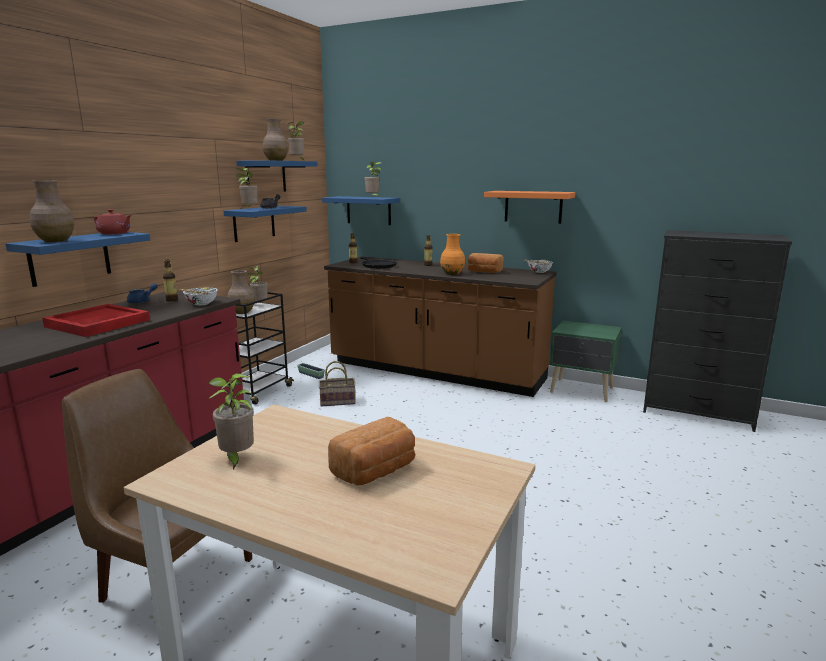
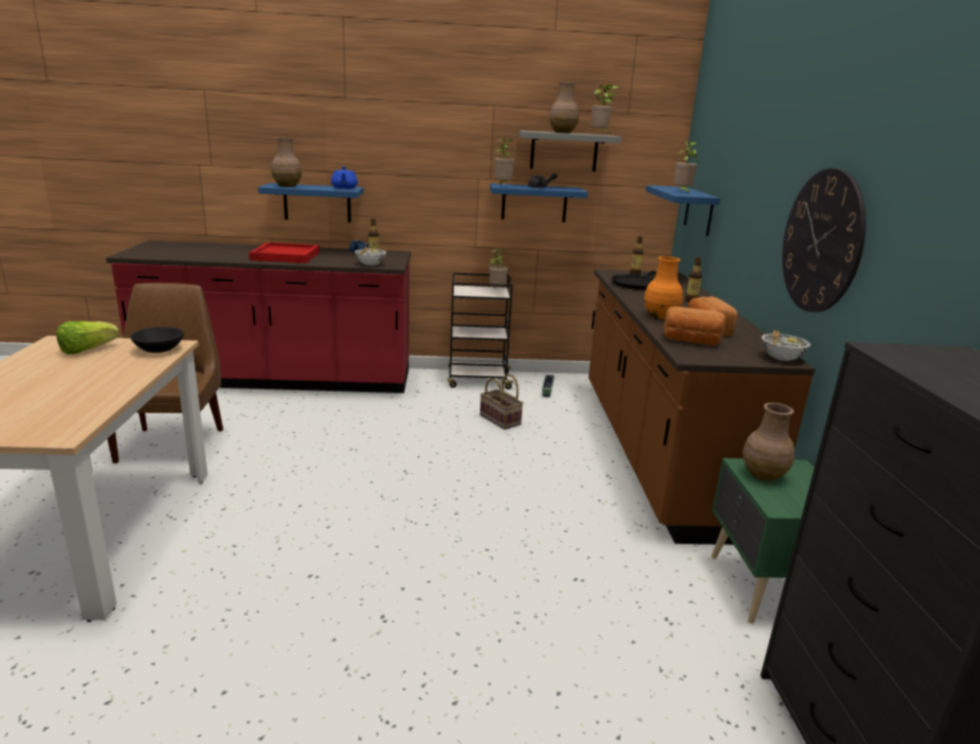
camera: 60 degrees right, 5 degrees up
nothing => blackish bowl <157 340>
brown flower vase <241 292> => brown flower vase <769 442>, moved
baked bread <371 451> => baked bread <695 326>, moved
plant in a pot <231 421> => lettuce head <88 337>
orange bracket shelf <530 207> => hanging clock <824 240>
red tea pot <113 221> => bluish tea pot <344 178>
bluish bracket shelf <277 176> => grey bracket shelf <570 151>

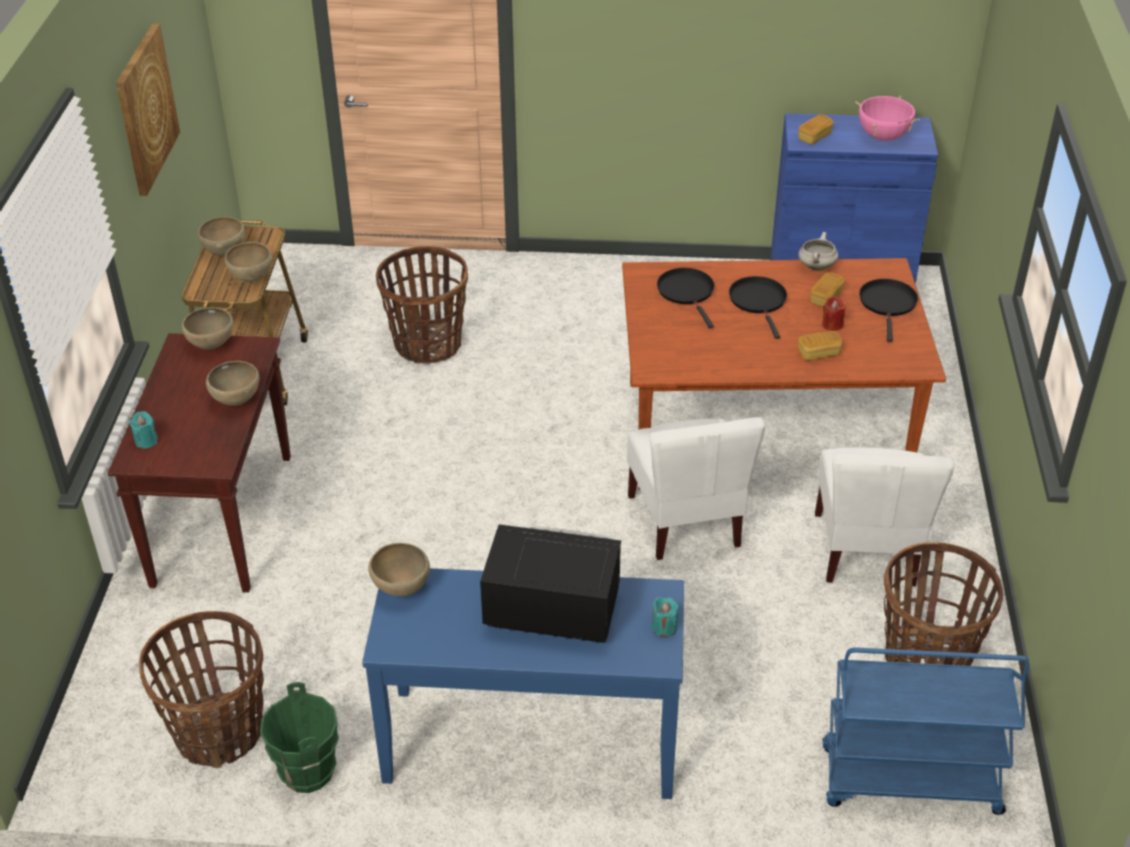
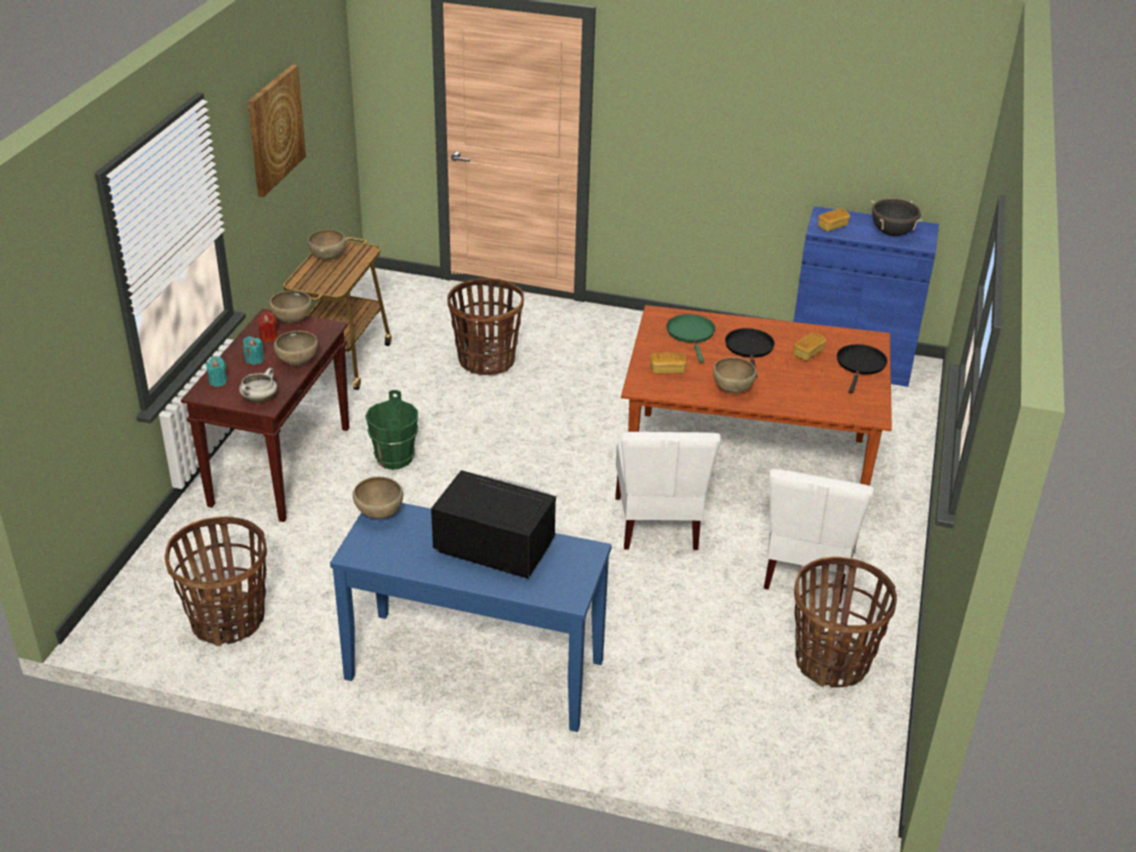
camera: 10 degrees right, 5 degrees down
bluish trolley <926 731> => nothing
brown bowl <248 262> => brown bowl <735 375>, moved
green-coloured water bucket <299 737> => green-coloured water bucket <391 430>, moved
turquoise candle <665 617> => turquoise candle <253 350>, moved
white-coloured cooking pot <818 251> => white-coloured cooking pot <258 385>, moved
baked bread <820 345> => baked bread <669 363>, moved
red candle <833 314> => red candle <268 327>, moved
blackish frying pan <685 298> => green-coloured frying pan <690 338>
pinkish cooking pot <887 118> => blackish cooking pot <897 217>

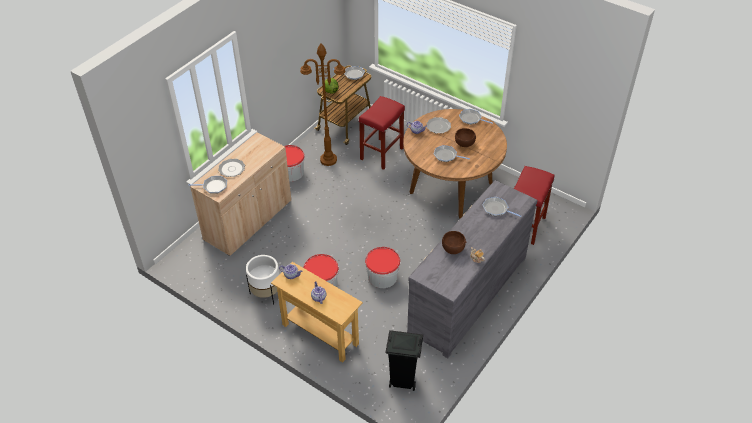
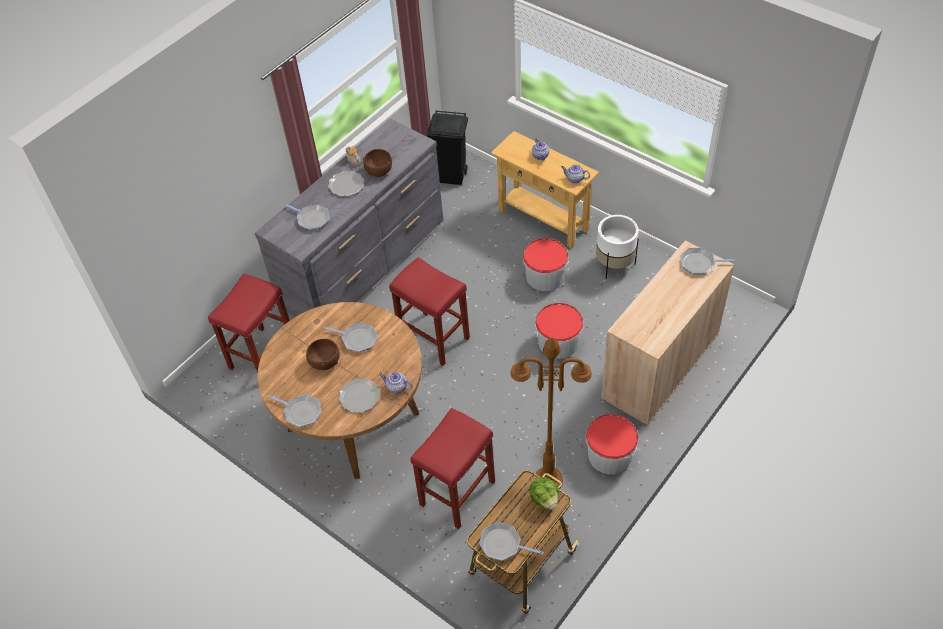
camera: 175 degrees left, 5 degrees up
nothing => red stool seat <429 311>
dinner plate <231 168> => dinner plate <346 183>, moved
water bucket <382 267> => water bucket <559 331>, moved

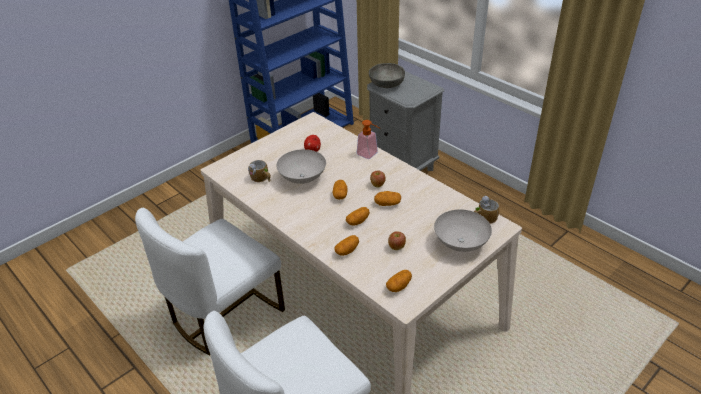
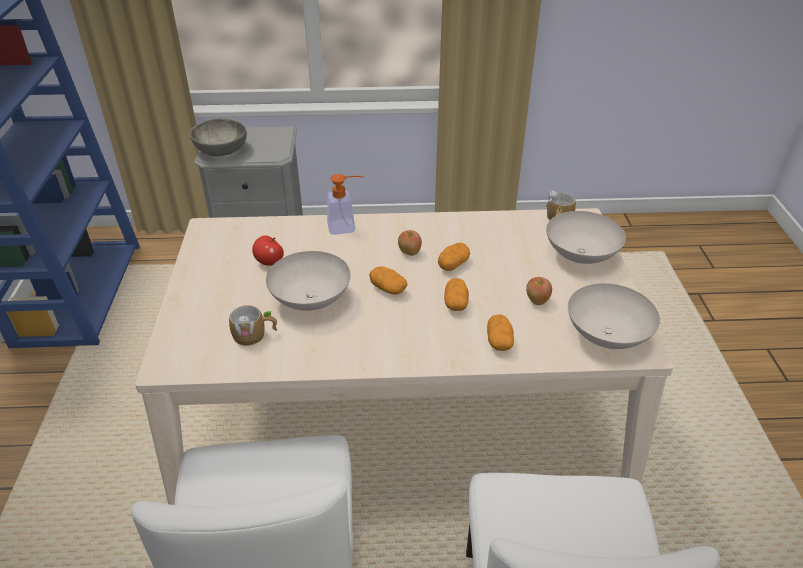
camera: 50 degrees left, 0 degrees up
potato <399 281> => white-coloured bowl <614 316>

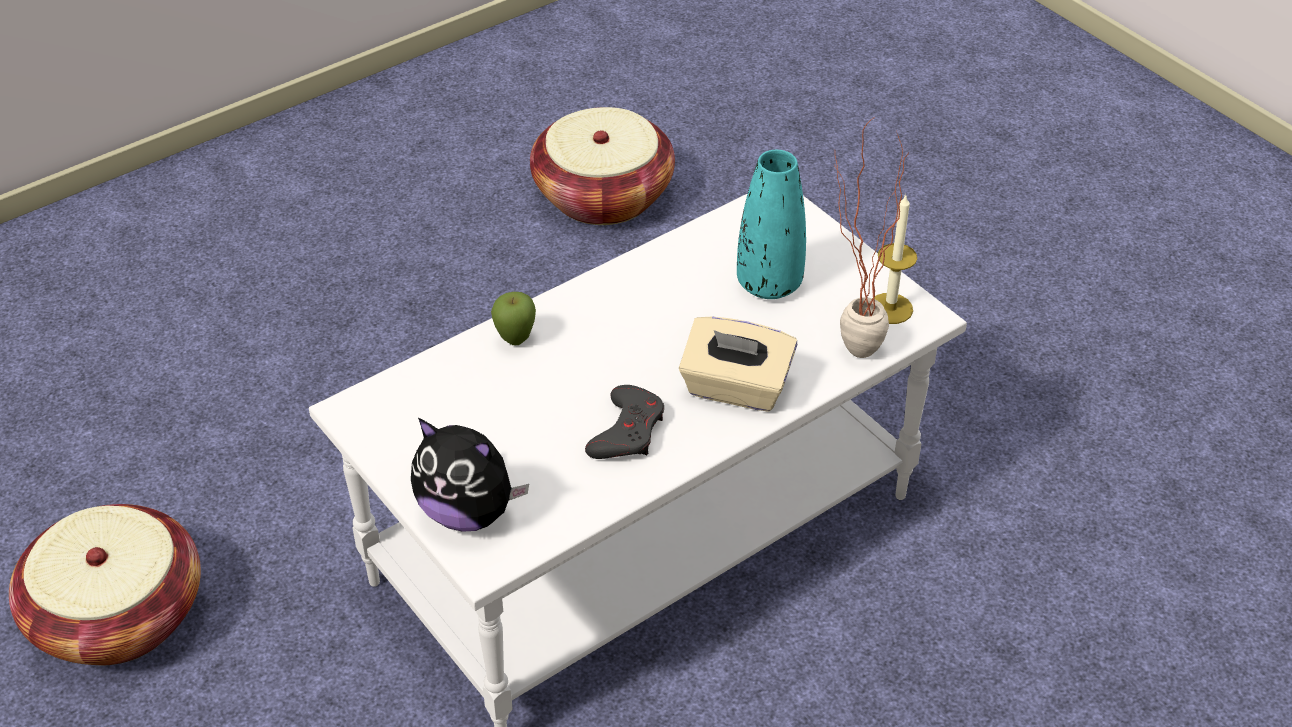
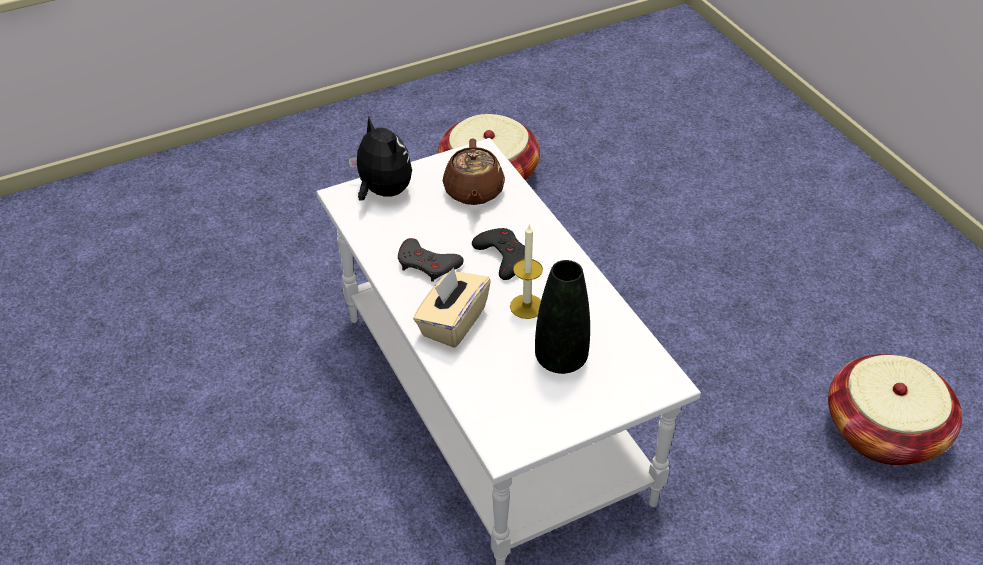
camera: 100 degrees right, 0 degrees up
whole apple <513 319> => nothing
plant in a pot <871 237> => nothing
nothing => brown tea pot <474 171>
nothing => blackish game controller <498 254>
candle <895 259> => candle <526 271>, moved
turquoise flower vase <771 224> => blackish flower vase <562 317>
cuddly toy <470 475> => cuddly toy <380 158>, 105 degrees clockwise

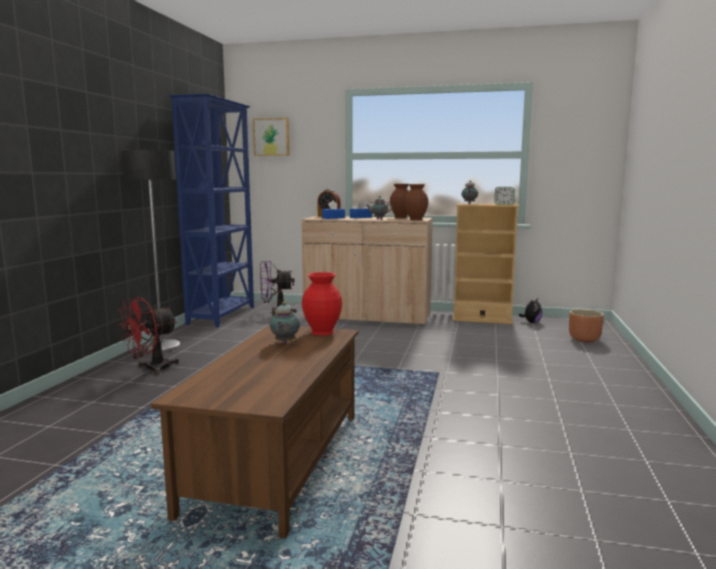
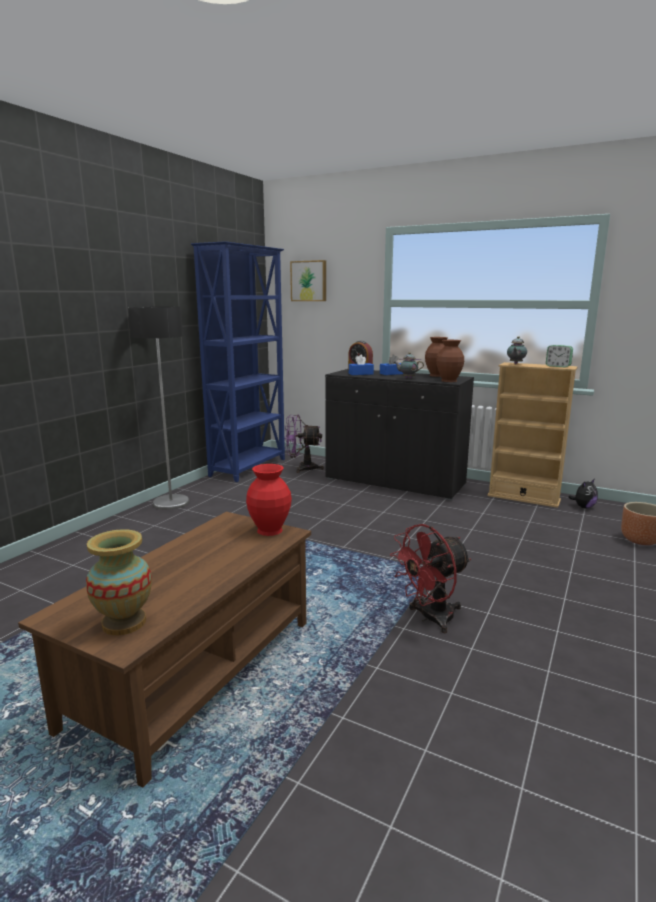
camera: 15 degrees right, 5 degrees up
tea pot <285 322> => nothing
nothing => flower vase <119 582>
red fan <148 336> => red fan <430 579>, moved
sand-coloured cabinet <367 271> => blackish cabinet <399 434>

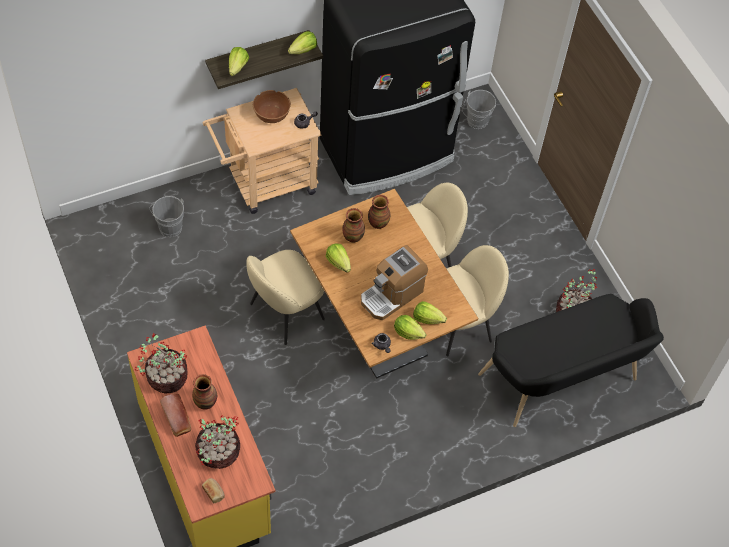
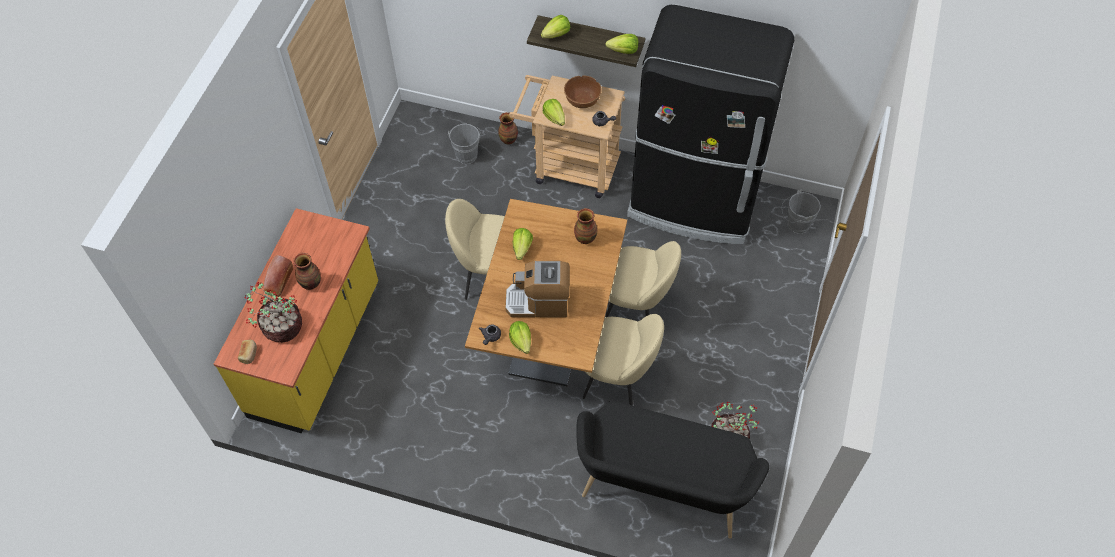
camera: 45 degrees right, 0 degrees up
plant in a pot <161 363> => nothing
flower vase <353 225> => flower vase <508 128>, moved
lettuce head <430 312> => lettuce head <554 112>, moved

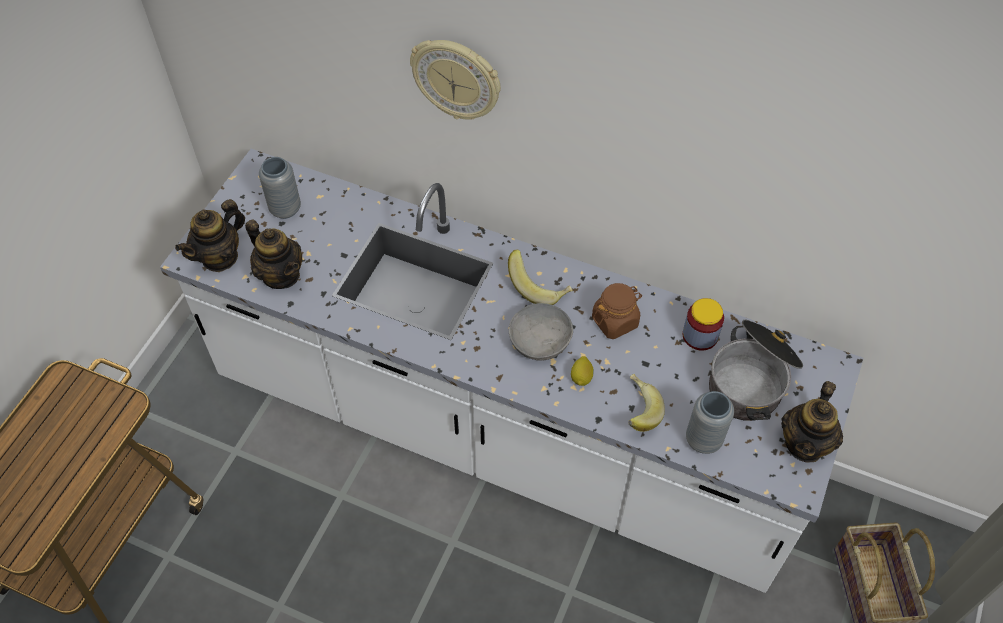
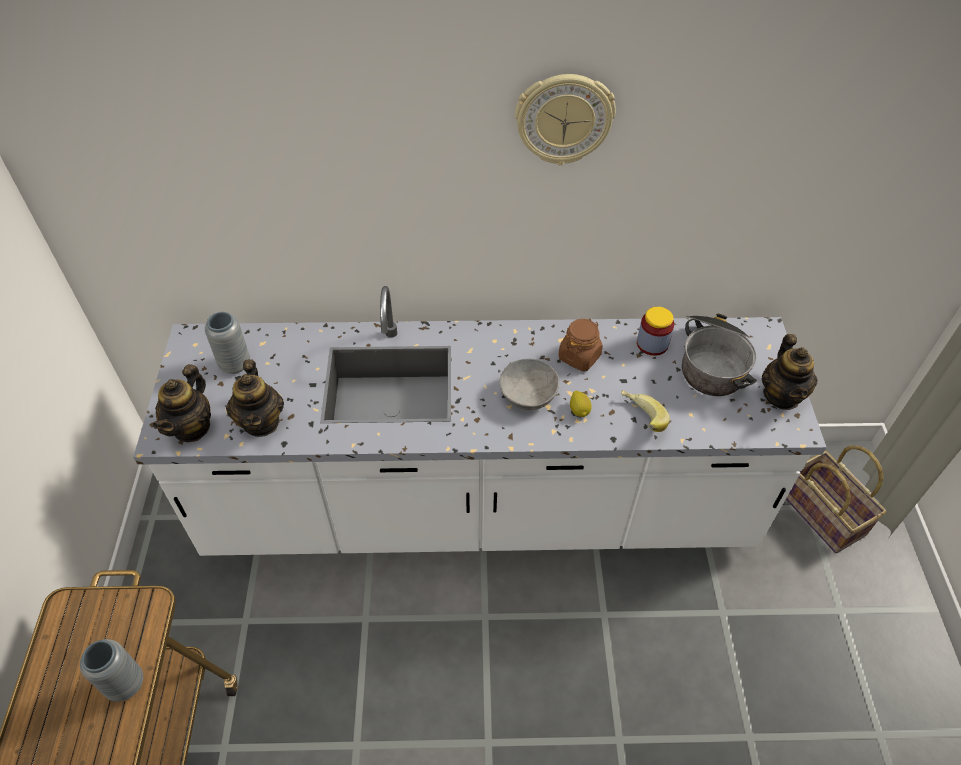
camera: 25 degrees left, 5 degrees down
banana fruit <540 277> => nothing
hanging clock <455 80> => hanging clock <565 120>, moved
grey flower vase <710 422> => grey flower vase <111 670>, moved
tea pot <273 254> => tea pot <255 398>, 60 degrees clockwise

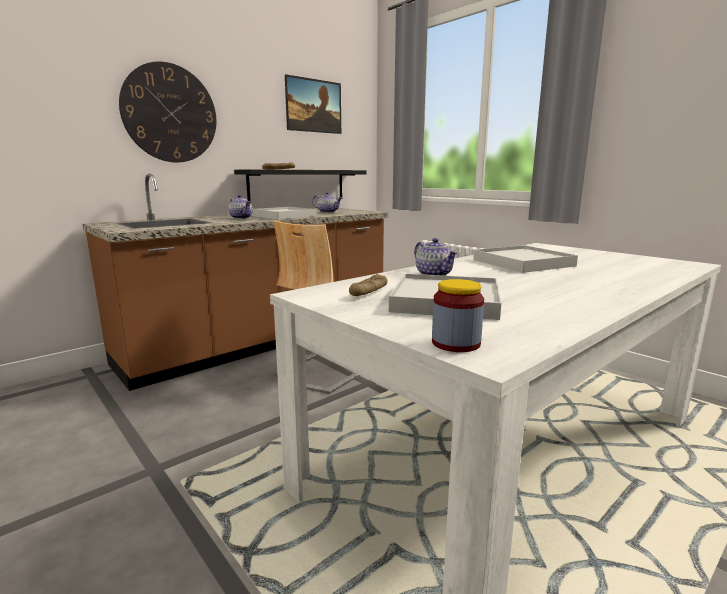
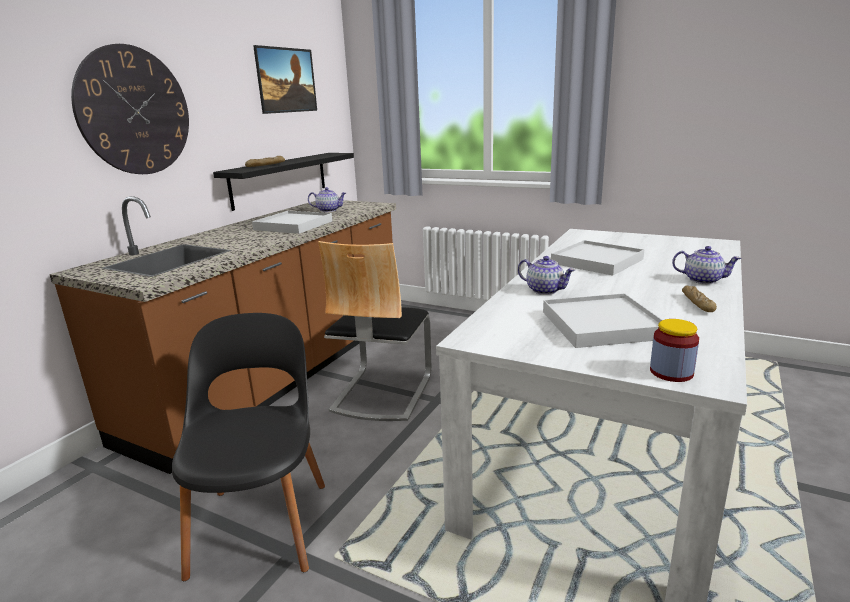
camera: 20 degrees left, 5 degrees up
nothing => blackish plain chair <248 447>
tea pot <240 207> => tea pot <706 265>, moved
baked bread <368 285> => baked bread <699 298>, moved

